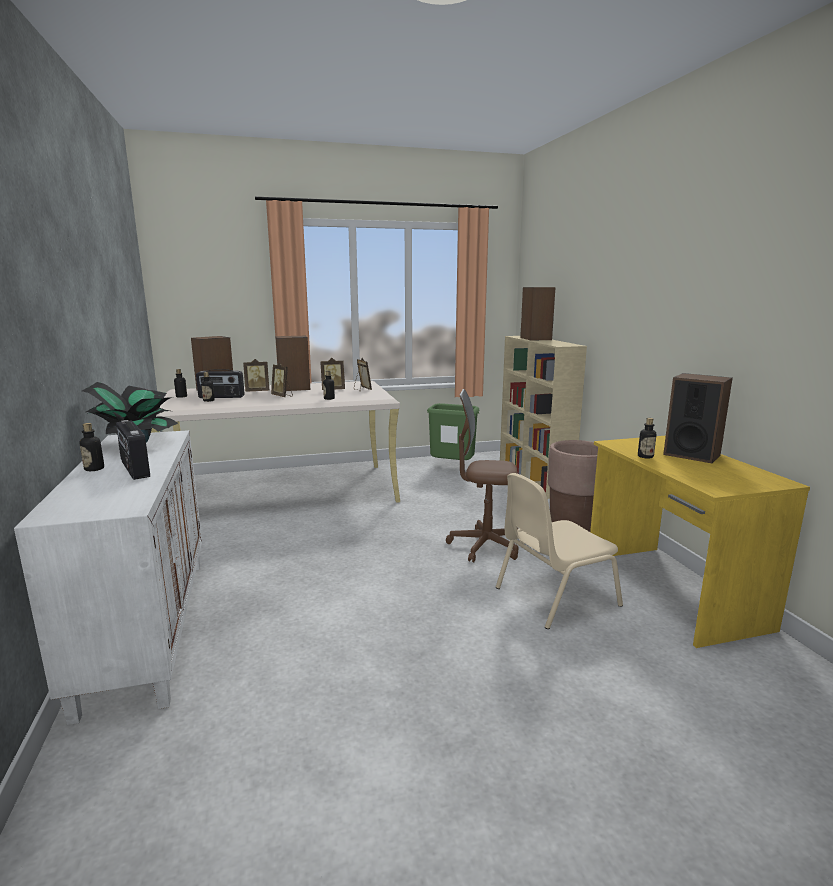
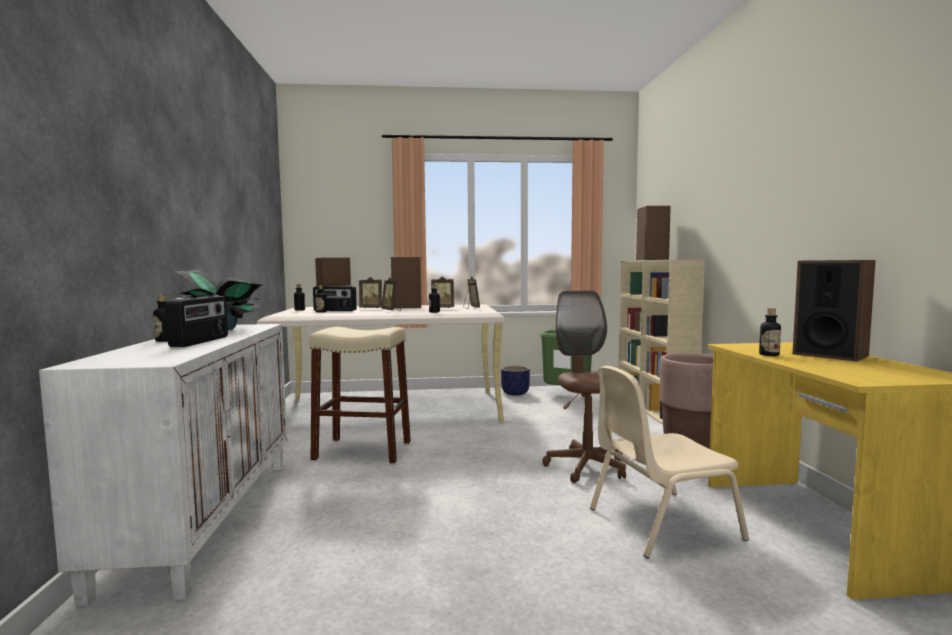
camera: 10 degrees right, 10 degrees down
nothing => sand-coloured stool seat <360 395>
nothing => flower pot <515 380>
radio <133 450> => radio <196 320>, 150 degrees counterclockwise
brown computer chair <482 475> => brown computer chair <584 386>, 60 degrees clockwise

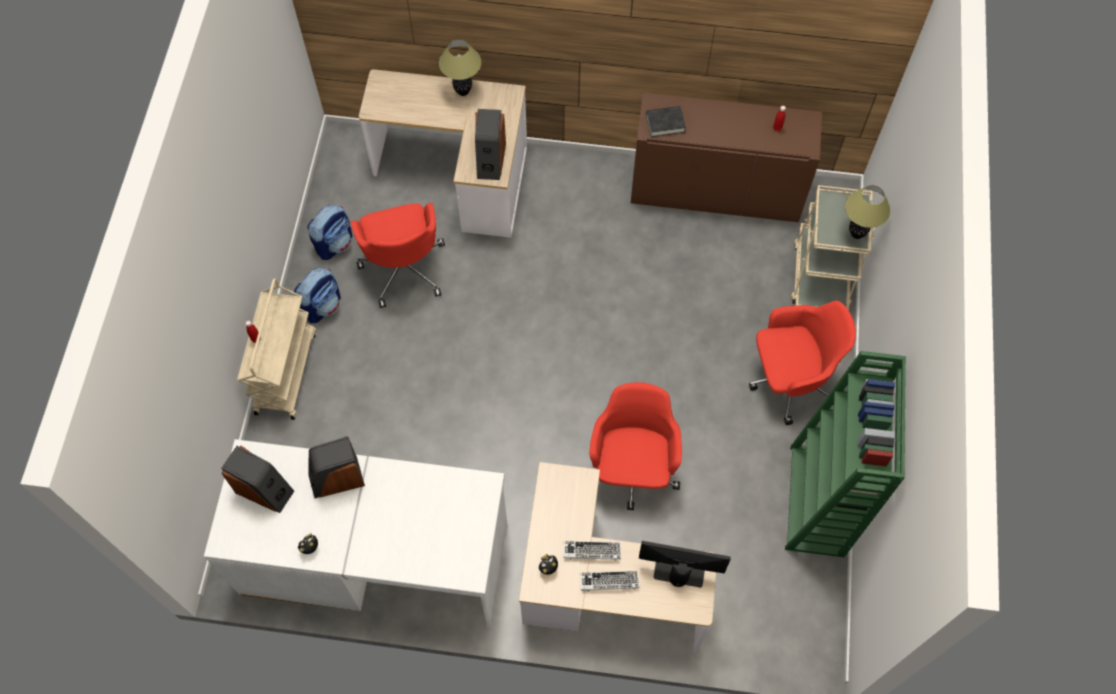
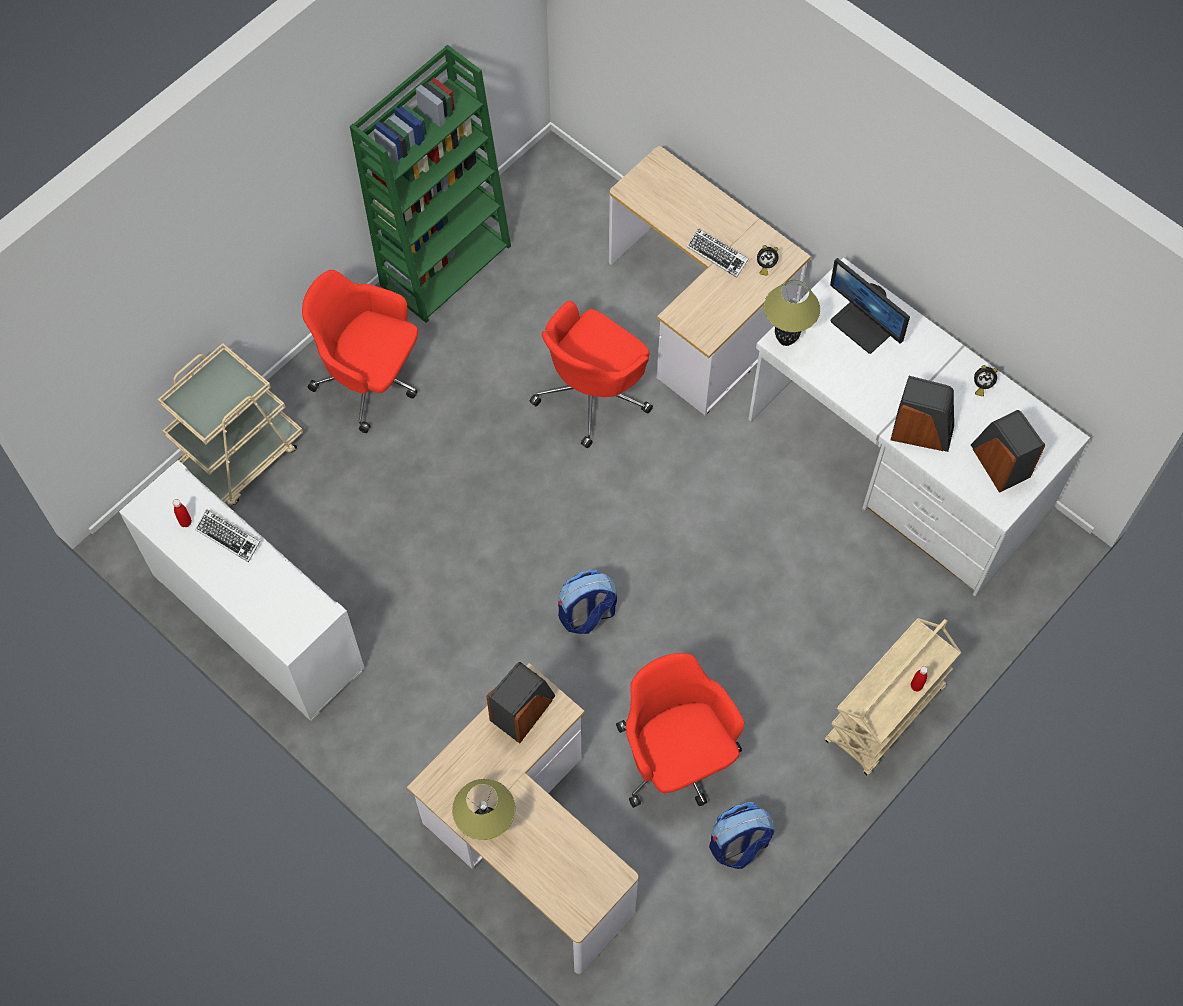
camera: 145 degrees left, 0 degrees up
blackish book <666 121> => nothing
backpack <317 295> => backpack <587 602>, moved
PC keyboard <609 581> => PC keyboard <228 535>, moved
monitor <685 564> => monitor <870 306>, moved
tabletop lamp <868 212> => tabletop lamp <792 312>, moved
brown cabinet <726 157> => white-coloured cabinet <242 590>
red computer chair <397 255> => red computer chair <680 730>, 45 degrees counterclockwise

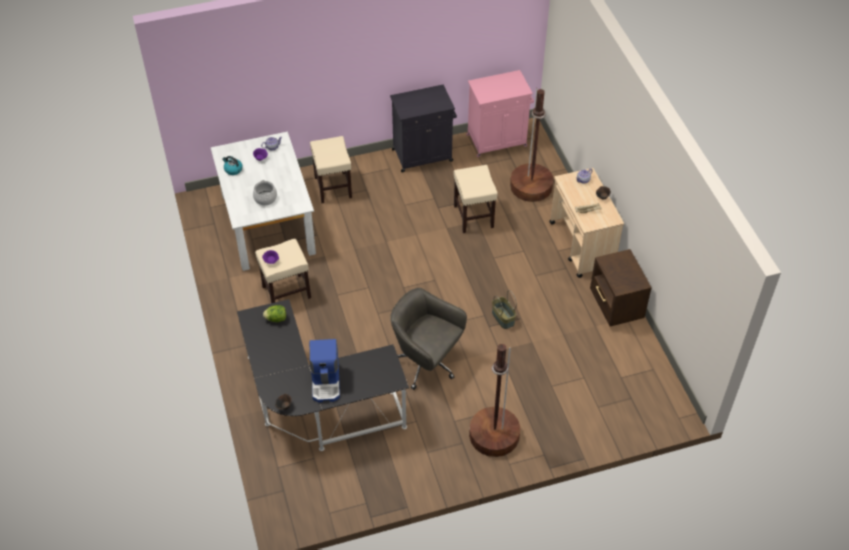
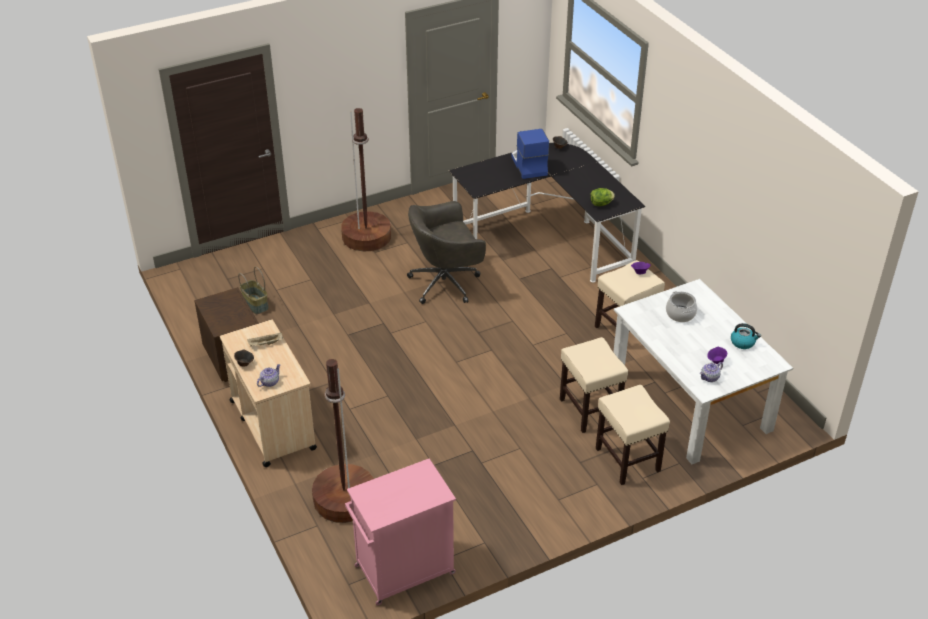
camera: 170 degrees right, 10 degrees down
blackish cabinet <423 128> => nothing
sand-coloured stool seat <476 199> => sand-coloured stool seat <594 385>, moved
basket <504 309> => basket <253 290>, moved
grey computer chair <428 339> => grey computer chair <446 252>, 135 degrees clockwise

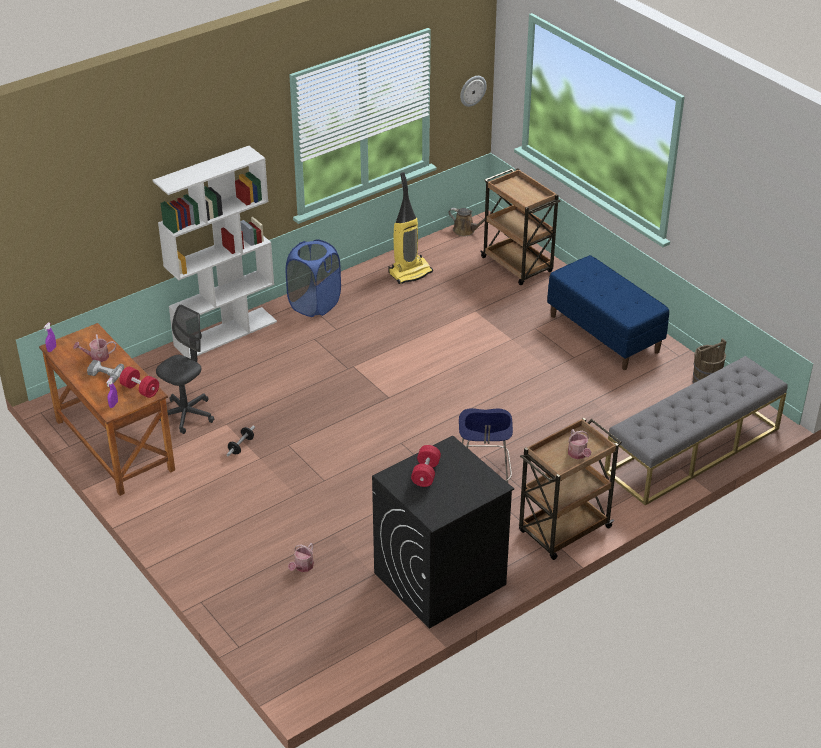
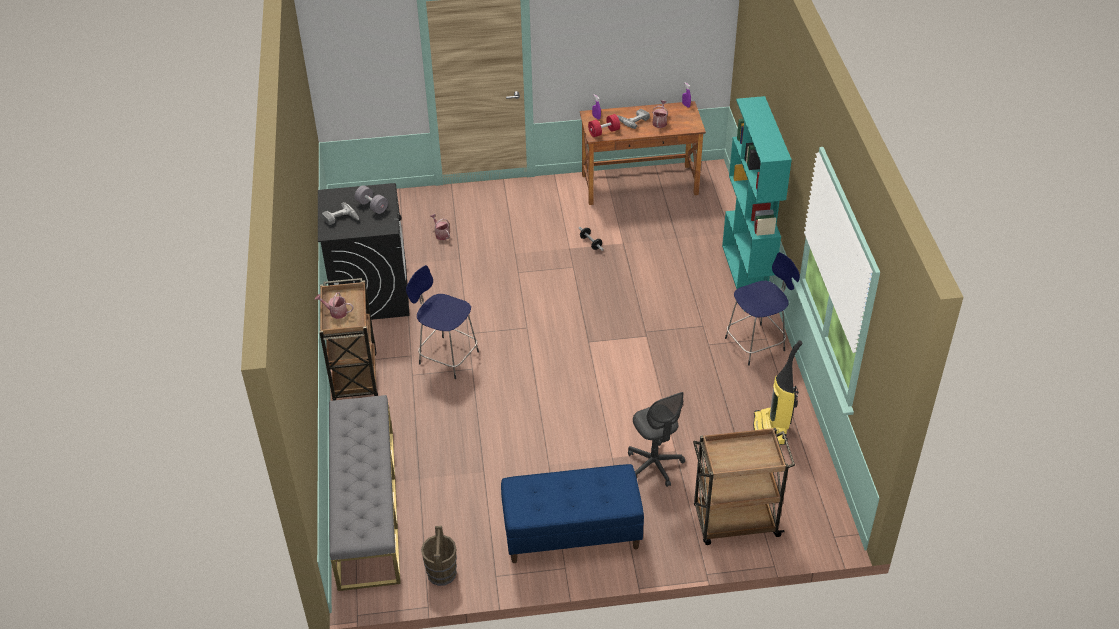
camera: 120 degrees right, 5 degrees up
brown watering can <466 222> => nothing
hanging clock <473 91> => nothing
nothing => drill <340 213>
grey computer chair <185 369> => grey computer chair <656 439>, moved
bluish hamper <313 278> => bluish stool seat <762 309>
white-coloured bookcase <215 252> => turquoise bookcase <757 204>
red free weight <426 466> => grey free weight <371 199>

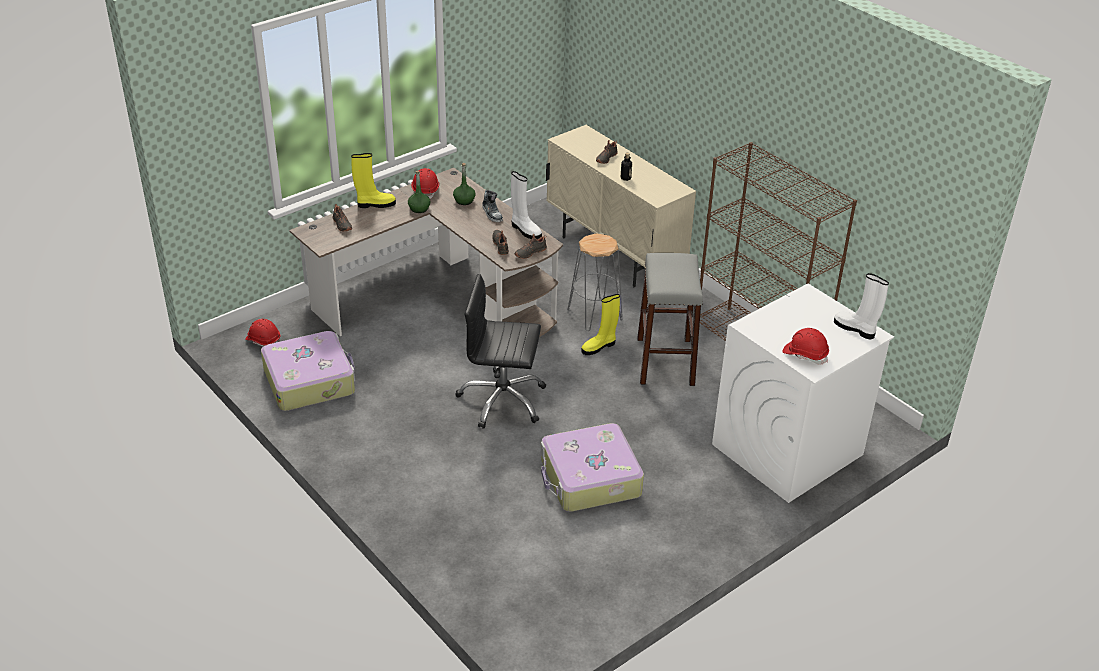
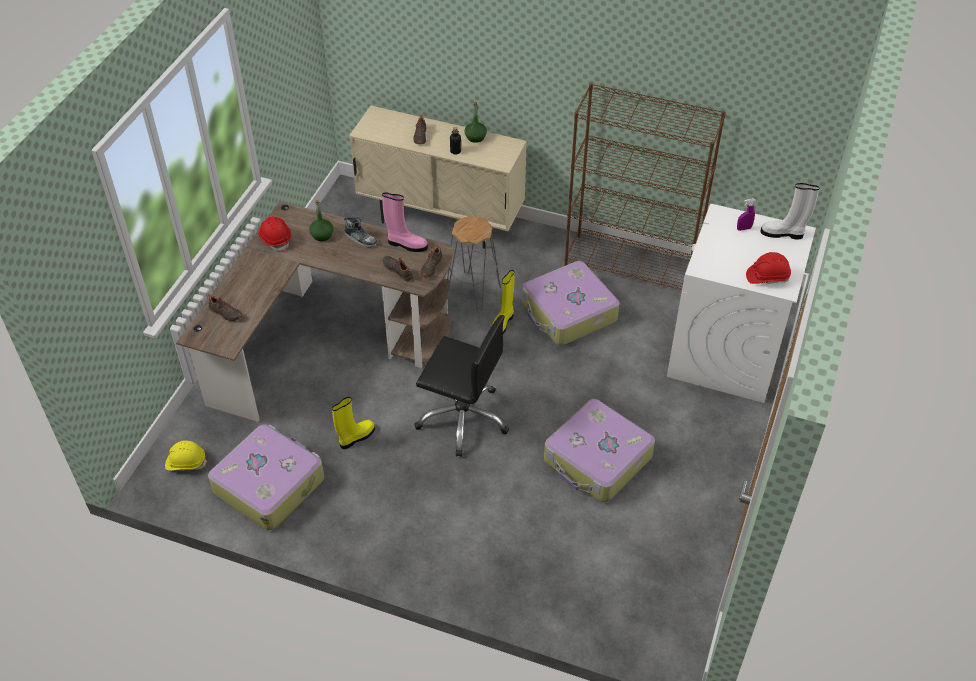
camera: 30 degrees left, 10 degrees up
nothing => purplish sprayer <746 214>
yellowish boot <373 180> => yellowish boot <353 423>, moved
green-coloured bottle <419 192> => green-coloured bottle <476 122>, moved
grey stool seat <670 319> => piece of luggage <570 303>
red work helmet <262 332> => yellowish work helmet <186 455>
white-coloured boot <526 205> => pinkish boot <405 222>
blackish computer chair <500 351> => blackish computer chair <462 386>, 135 degrees counterclockwise

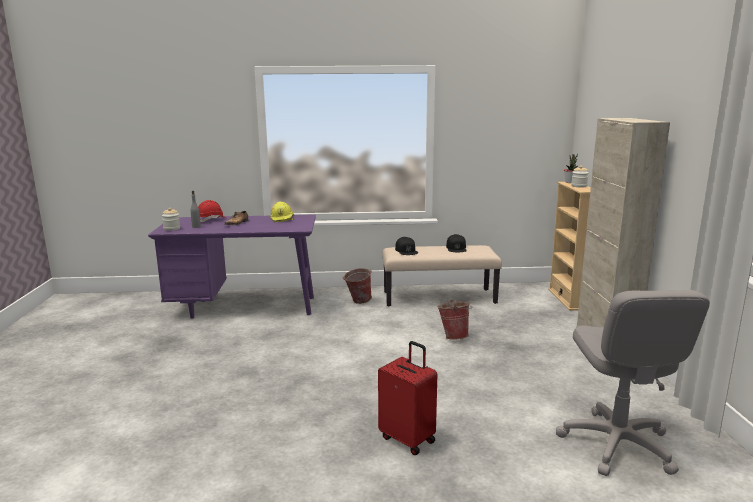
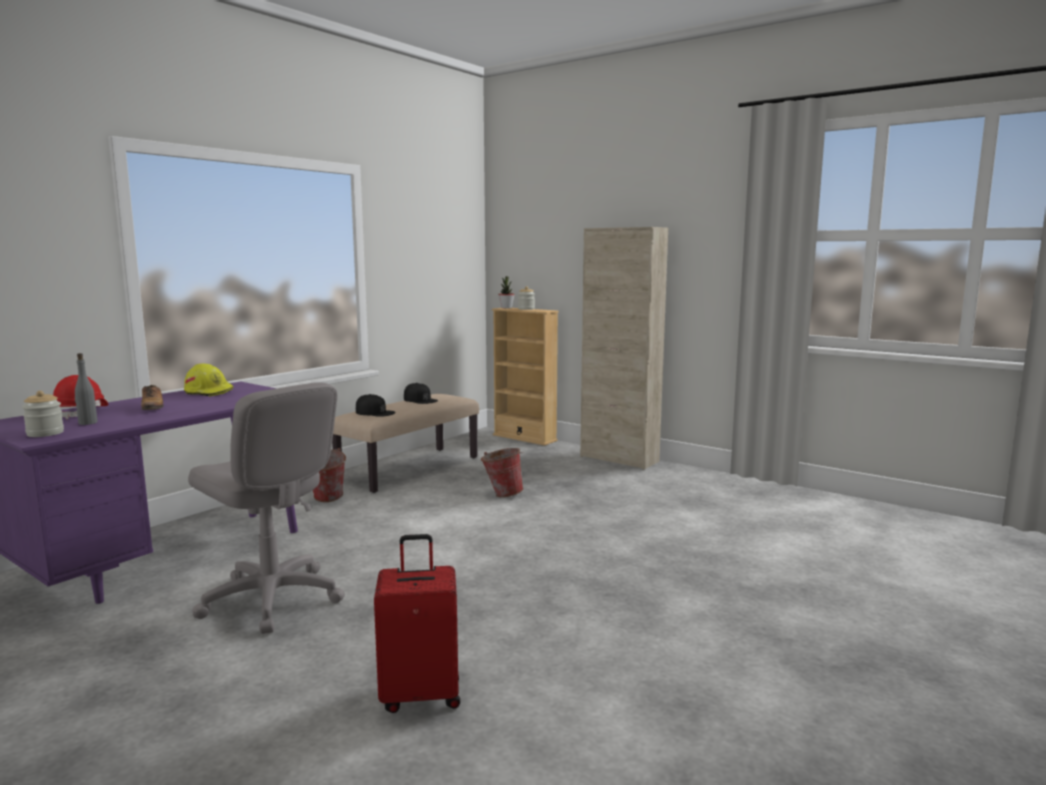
camera: 50 degrees left, 5 degrees down
red piece of luggage <407 398> => red piece of luggage <417 623>, moved
grey computer chair <633 383> => grey computer chair <266 508>, moved

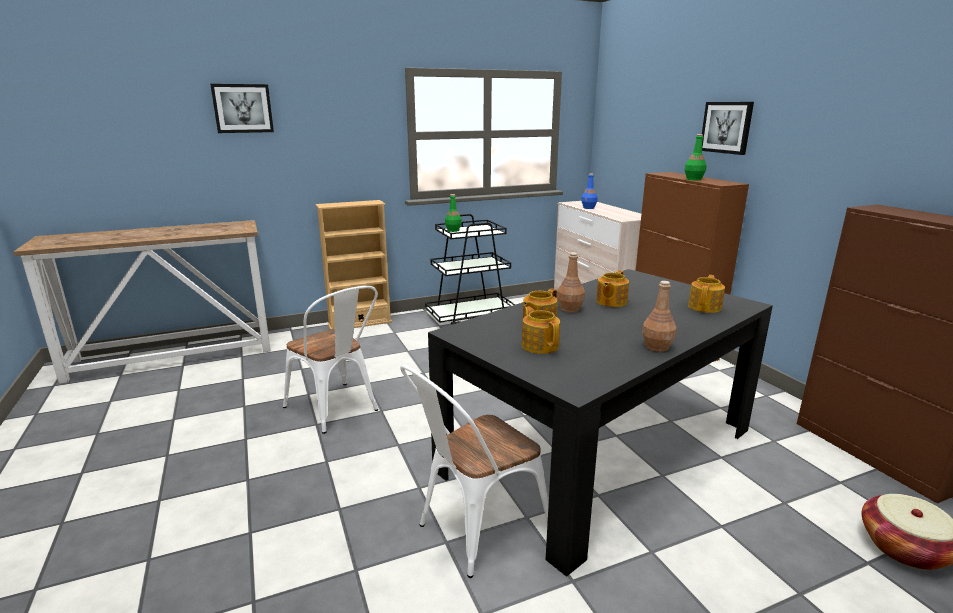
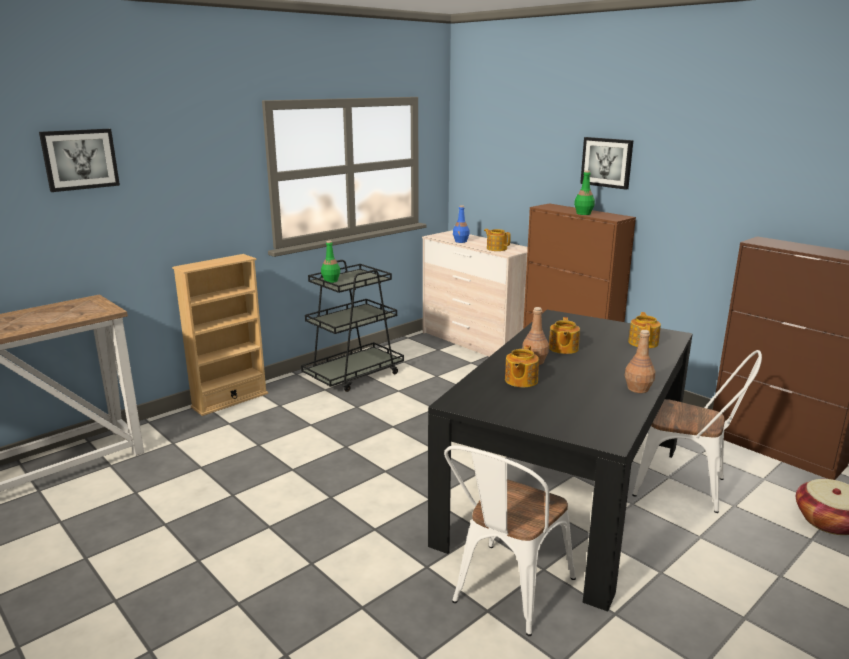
camera: 20 degrees left, 0 degrees up
white-coloured plain chair <330 360> => white-coloured plain chair <697 431>, moved
tea pot <541 330> => tea pot <497 240>, moved

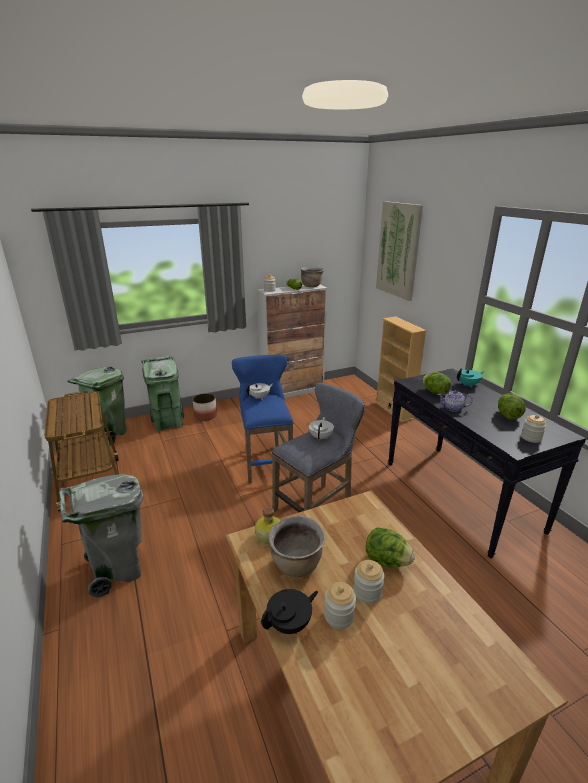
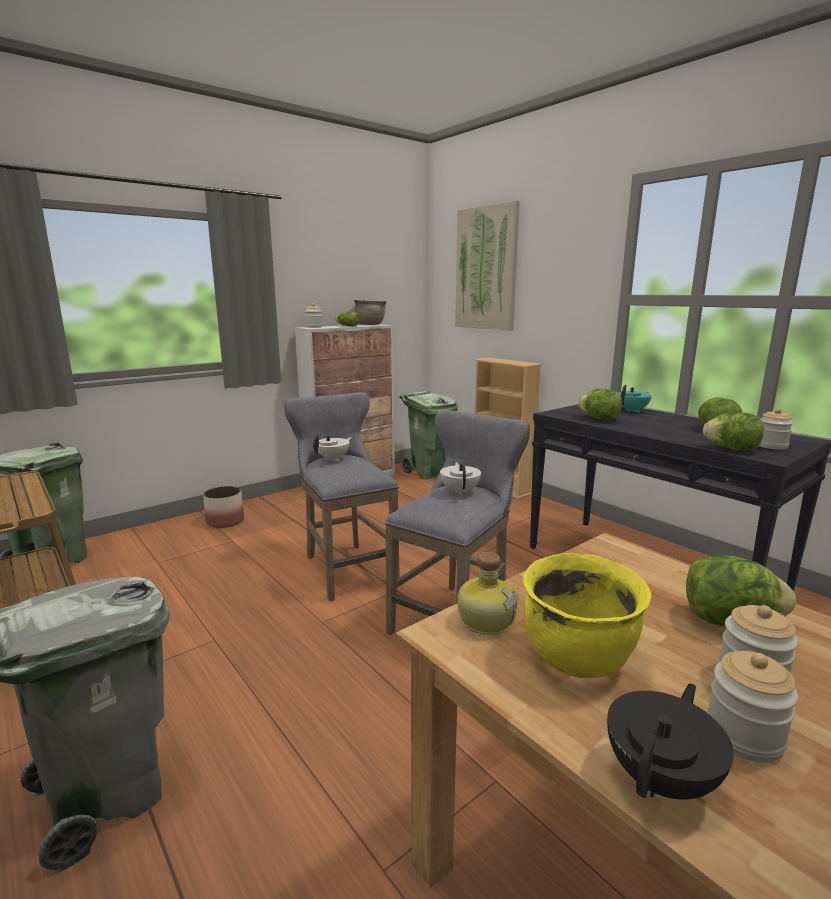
camera: 15 degrees left, 10 degrees down
tea pot <455 401> => nothing
nothing => lettuce head <733 431>
green-coloured rubbish bin <162 393> => green-coloured rubbish bin <428 435>, moved
bluish stool seat <263 419> => grey stool seat <342 496>
brown cooking pot <297 546> => yellowish cooking pot <587 615>

